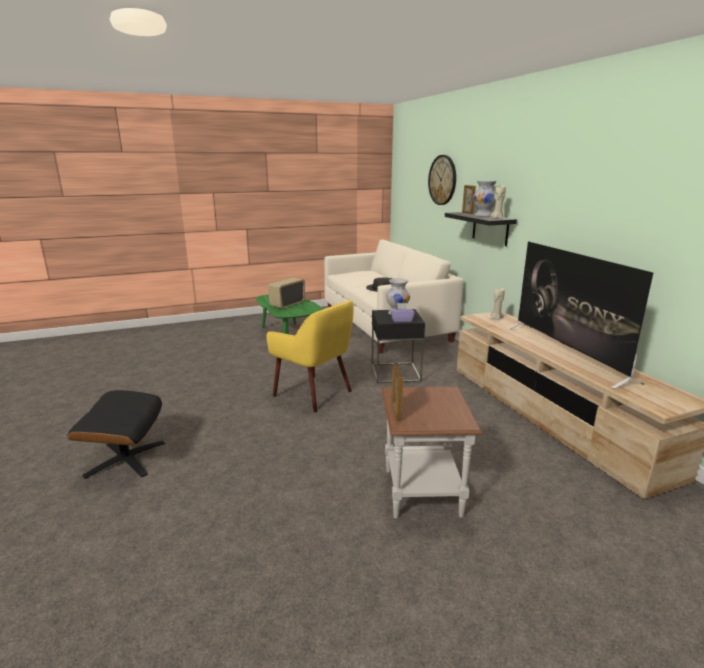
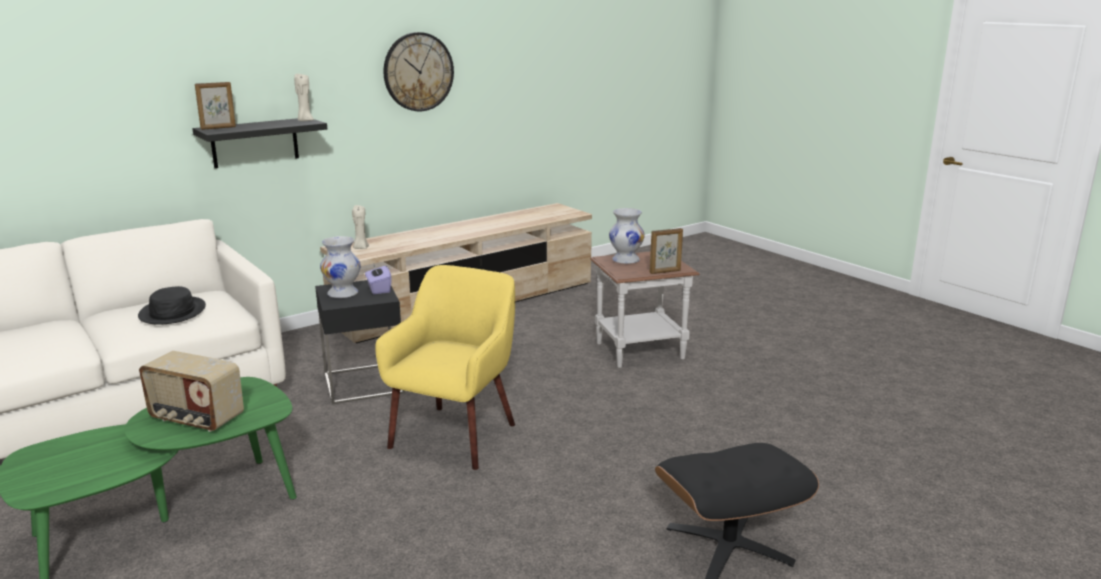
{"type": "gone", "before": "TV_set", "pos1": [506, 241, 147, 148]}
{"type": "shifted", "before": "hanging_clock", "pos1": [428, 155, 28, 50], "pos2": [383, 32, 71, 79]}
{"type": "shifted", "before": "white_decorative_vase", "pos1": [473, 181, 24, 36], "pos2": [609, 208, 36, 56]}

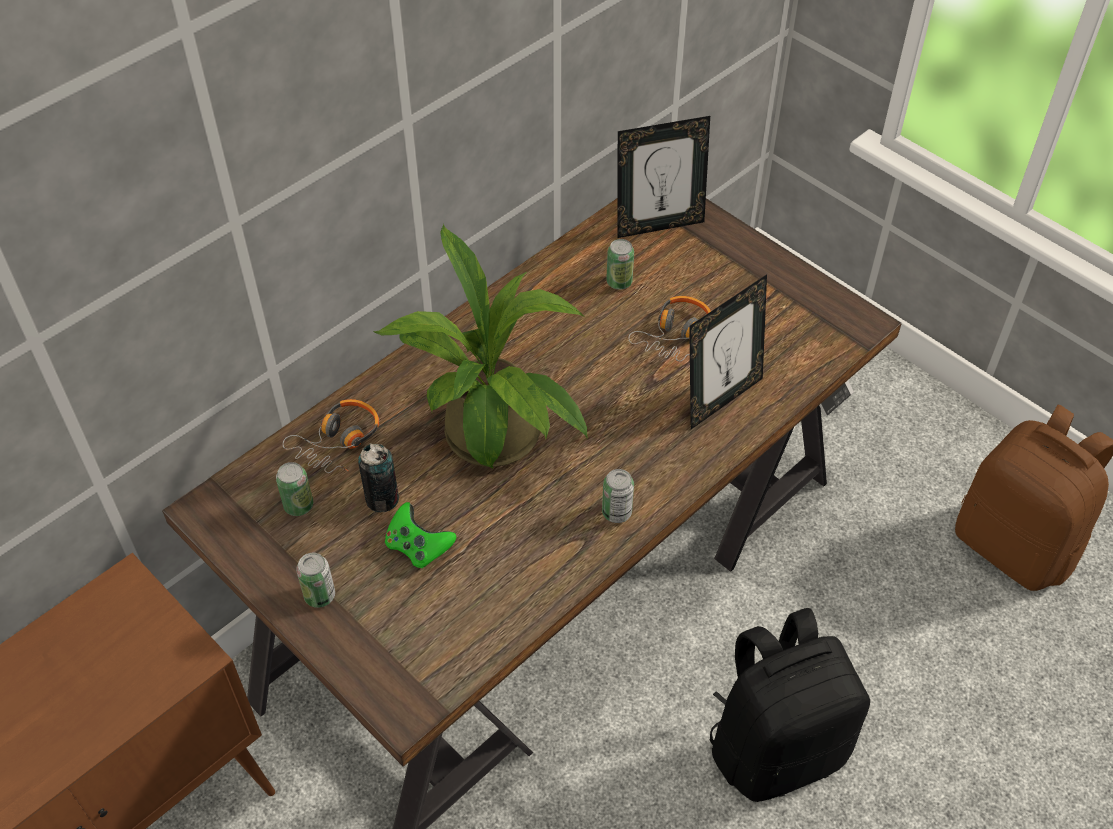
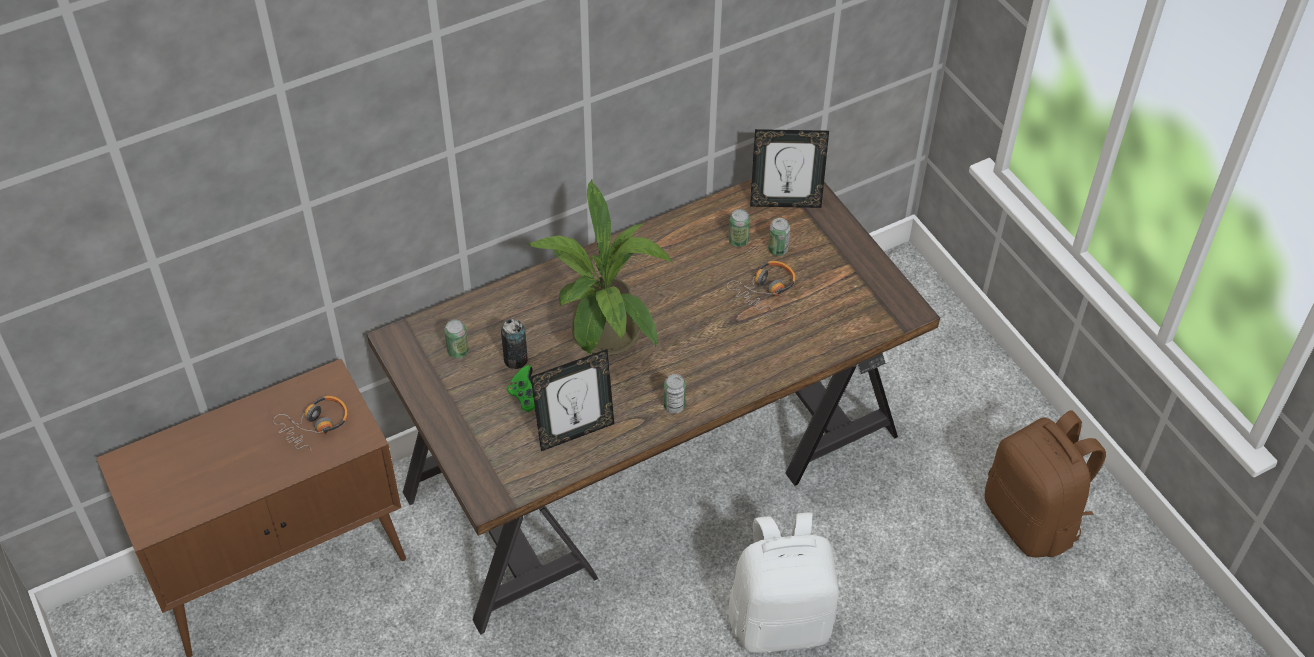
{"type": "shifted", "before": "pair_of_headphones", "pos1": [282, 399, 97, 74], "pos2": [273, 396, 75, 55]}
{"type": "shifted", "before": "can", "pos1": [296, 553, 39, 55], "pos2": [768, 218, 22, 38]}
{"type": "shifted", "before": "photo_frame", "pos1": [689, 275, 78, 154], "pos2": [531, 349, 83, 102]}
{"type": "repainted", "before": "blackish_backpack", "after": "white_backpack", "pos1": [709, 608, 161, 194], "pos2": [728, 512, 111, 141]}

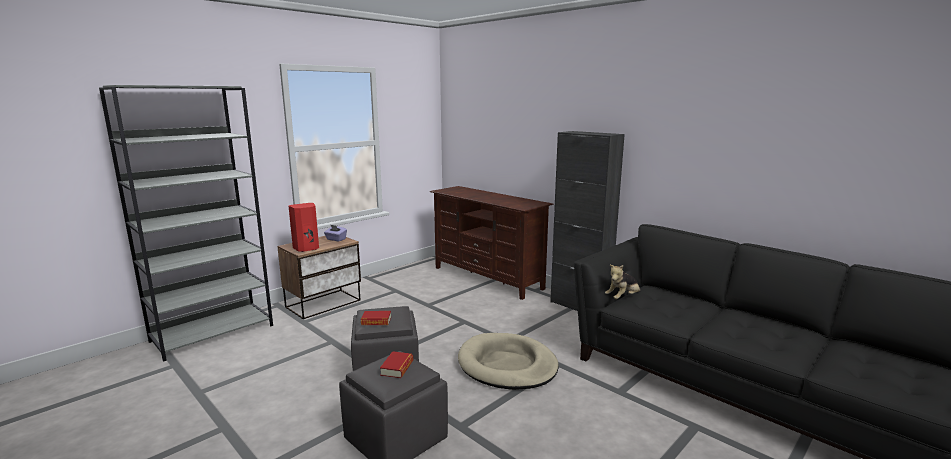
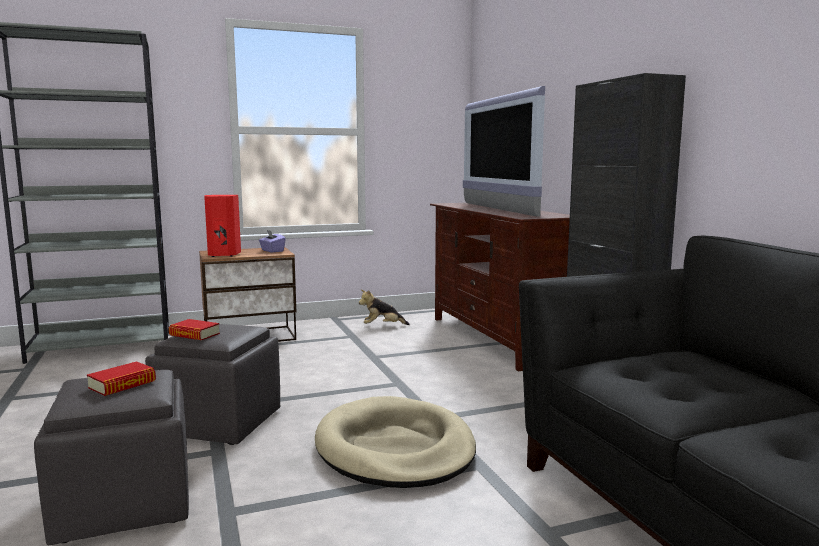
{"type": "new", "after": "TV_set", "pos2": [463, 86, 82, 131]}
{"type": "shifted", "before": "plush_toy", "pos1": [605, 265, 36, 34], "pos2": [359, 290, 51, 35]}

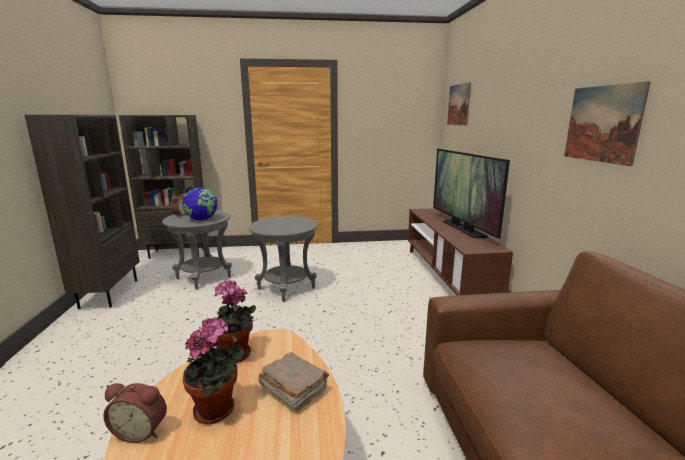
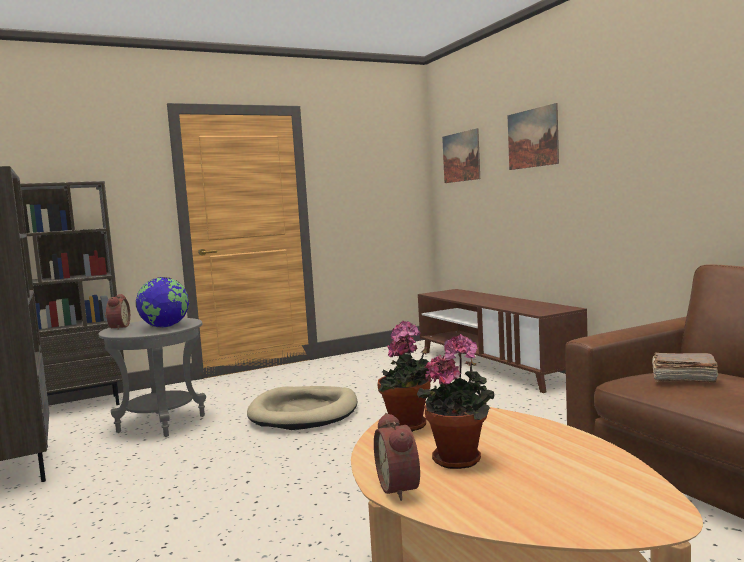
{"type": "gone", "before": "TV_set", "pos1": [433, 149, 77, 90]}
{"type": "shifted", "before": "brownish_bound_book", "pos1": [258, 352, 71, 58], "pos2": [652, 353, 66, 29]}
{"type": "shifted", "before": "picture", "pos1": [564, 81, 87, 85], "pos2": [507, 103, 52, 67]}
{"type": "swapped", "before": "greyish_accent_table", "after": "beige_dog_cushion", "pos1": [249, 216, 69, 86], "pos2": [247, 386, 110, 44]}
{"type": "rotated", "before": "alarm_clock", "pos1": [103, 383, 64, 60], "pos2": [374, 413, 46, 88], "turn": 90}

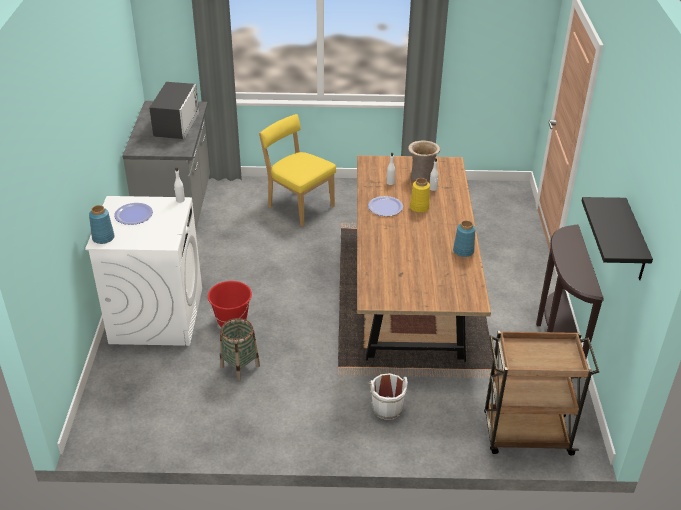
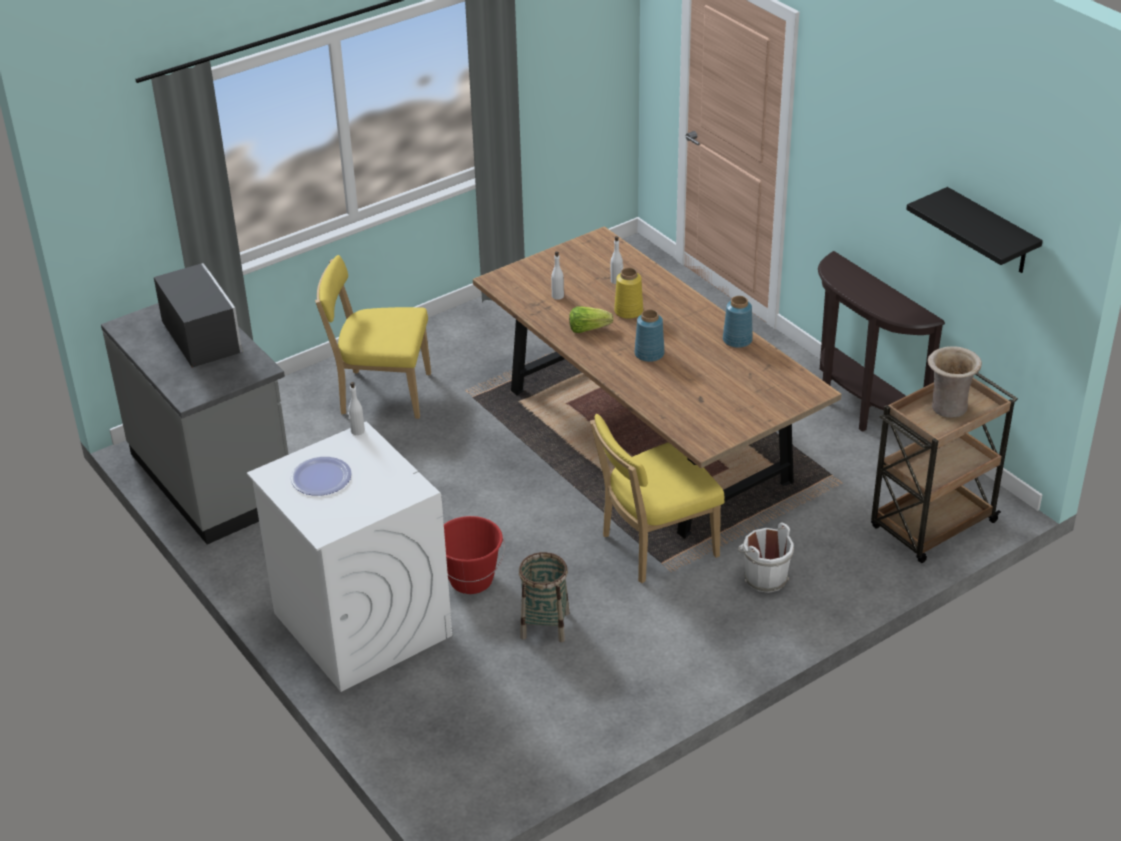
{"type": "new", "after": "yellow-coloured_plain_chair", "pos2": [590, 414, 135, 169]}
{"type": "shifted", "before": "blue-coloured_decorative_vase", "pos1": [89, 205, 26, 39], "pos2": [634, 309, 30, 53]}
{"type": "shifted", "before": "beige_decorative_vase", "pos1": [408, 141, 32, 41], "pos2": [928, 346, 54, 72]}
{"type": "swapped", "before": "dinner_plate", "after": "lettuce_head", "pos1": [368, 196, 35, 20], "pos2": [569, 306, 44, 27]}

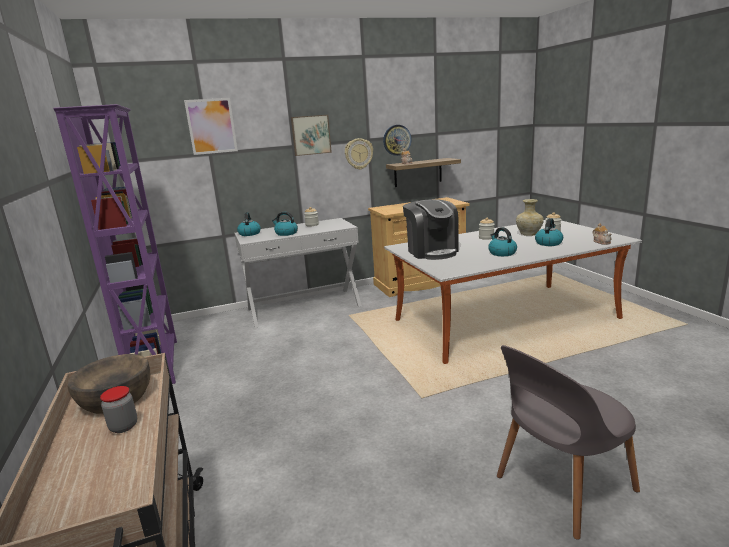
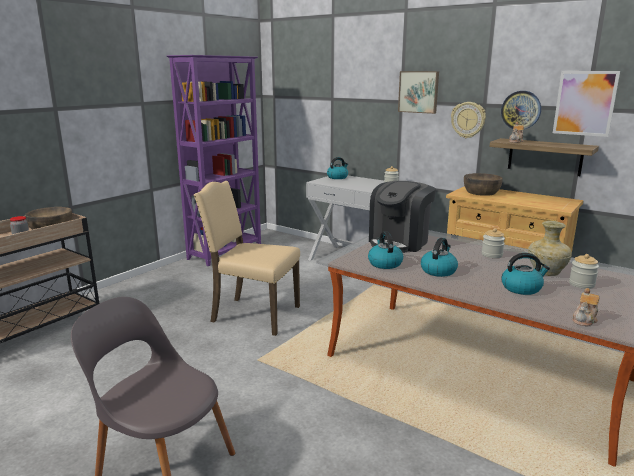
{"type": "new", "after": "beige_plain_chair", "pos2": [194, 181, 106, 155]}
{"type": "new", "after": "brownish_serving_bowl", "pos2": [464, 173, 39, 23]}
{"type": "shifted", "before": "picture", "pos1": [184, 98, 54, 57], "pos2": [553, 71, 67, 66]}
{"type": "shifted", "before": "water_kettle", "pos1": [272, 212, 26, 24], "pos2": [368, 231, 35, 38]}

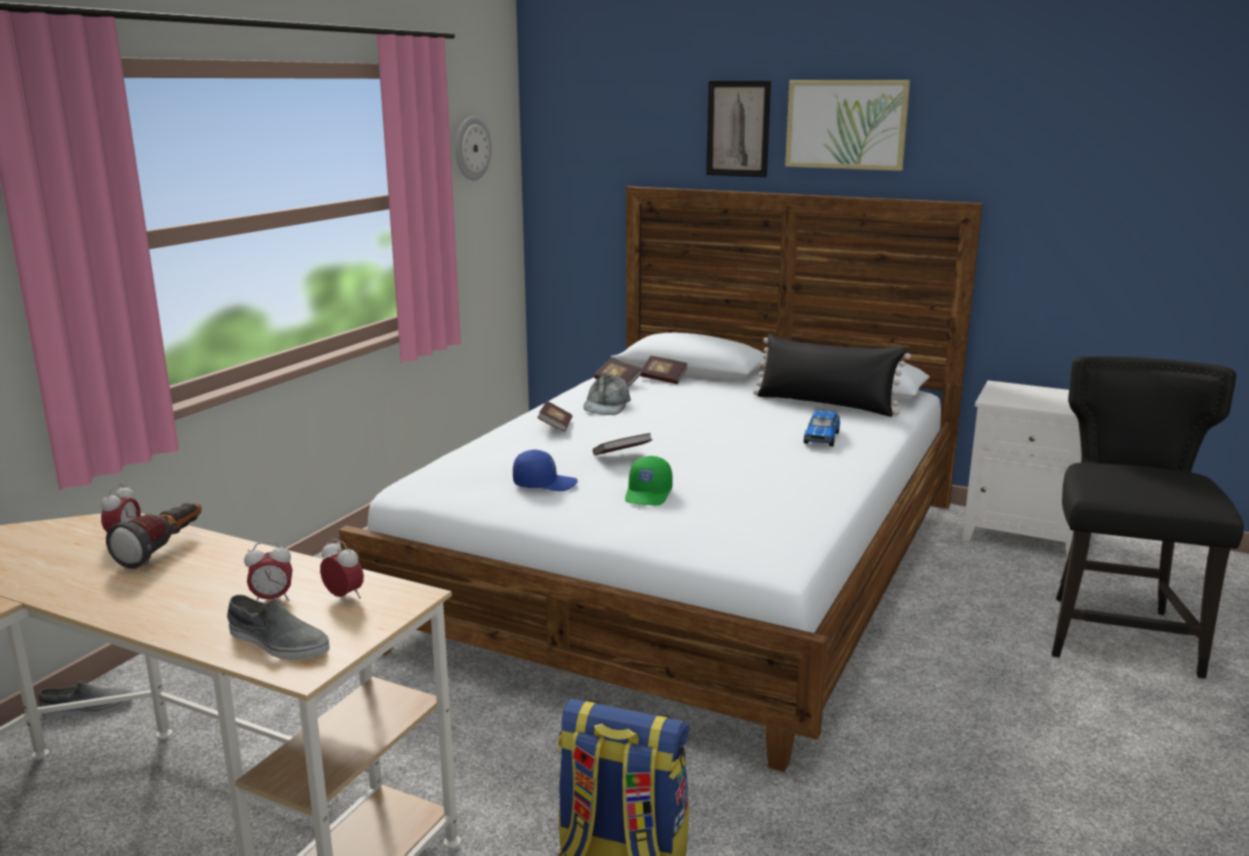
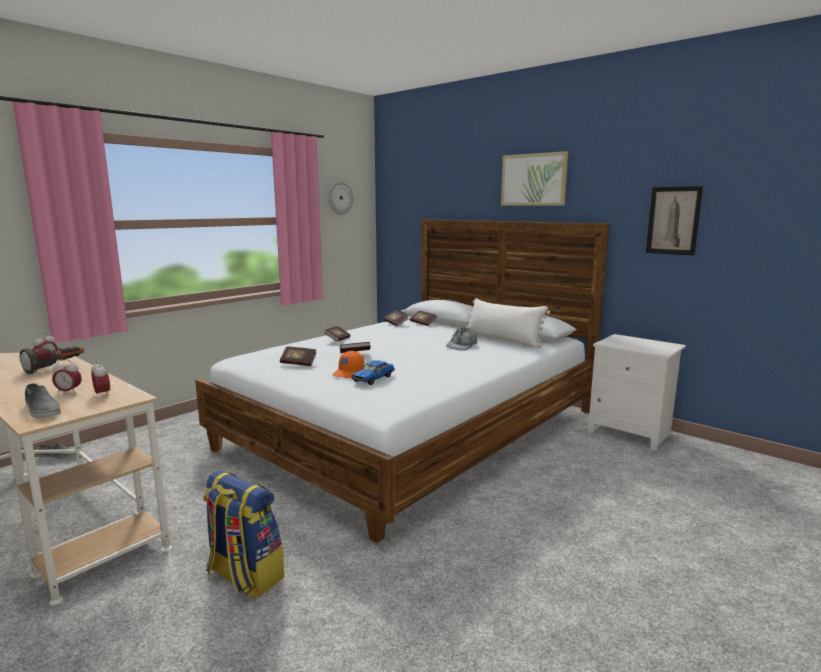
{"type": "gone", "before": "blackish_plain_chair", "pos1": [1052, 356, 192, 323]}
{"type": "shifted", "before": "greyish_baseball_cap", "pos1": [583, 375, 48, 40], "pos2": [446, 327, 31, 24]}
{"type": "shifted", "before": "picture", "pos1": [706, 81, 65, 96], "pos2": [646, 186, 57, 69]}
{"type": "shifted", "before": "model_car", "pos1": [804, 410, 36, 36], "pos2": [351, 360, 44, 25]}
{"type": "swapped", "before": "blue-coloured_baseball_cap", "after": "bound_book", "pos1": [513, 450, 65, 41], "pos2": [280, 346, 37, 20]}
{"type": "repainted", "before": "green-coloured_baseball_cap", "after": "orange-coloured_baseball_cap", "pos1": [625, 456, 48, 49], "pos2": [332, 351, 32, 27]}
{"type": "repainted", "before": "blackish_pillow", "after": "white_pillow", "pos1": [753, 334, 158, 83], "pos2": [467, 298, 83, 50]}

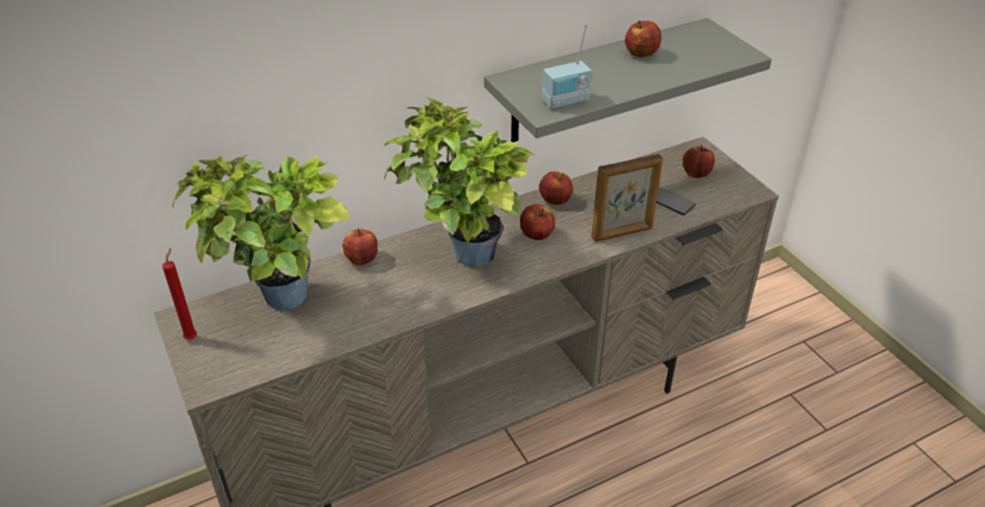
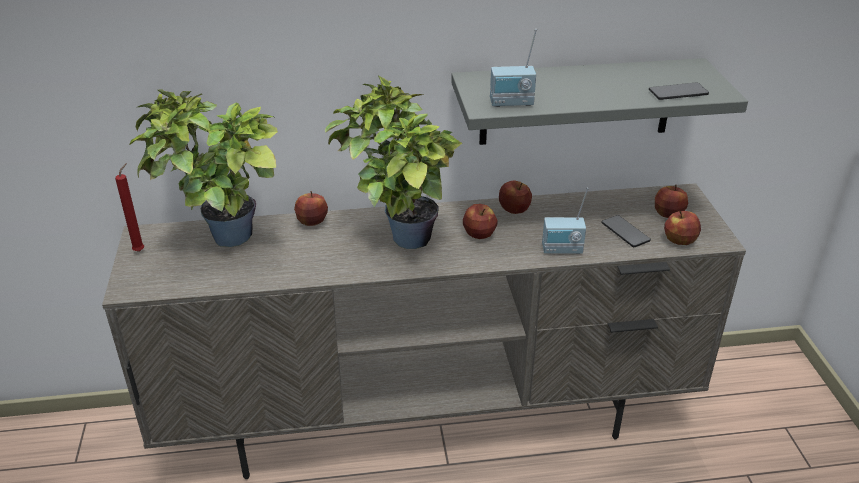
{"type": "new", "after": "telephone", "pos2": [649, 82, 60, 18]}
{"type": "shifted", "before": "apple", "pos1": [625, 21, 36, 36], "pos2": [664, 211, 37, 34]}
{"type": "swapped", "before": "photo_frame", "after": "radio_set", "pos1": [591, 154, 72, 88], "pos2": [542, 187, 47, 67]}

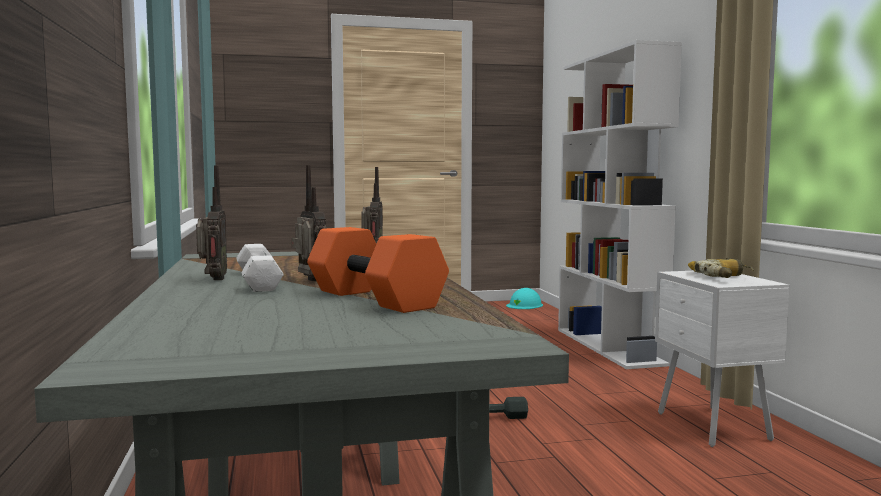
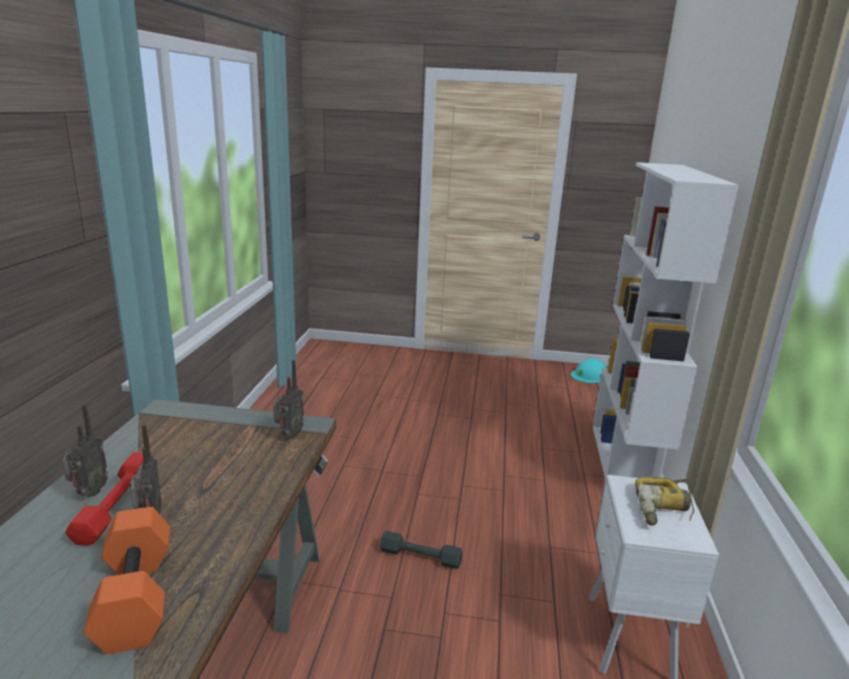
{"type": "repainted", "before": "white_free_weight", "after": "red-coloured_free_weight", "pos1": [236, 244, 48, 48], "pos2": [65, 452, 79, 93]}

